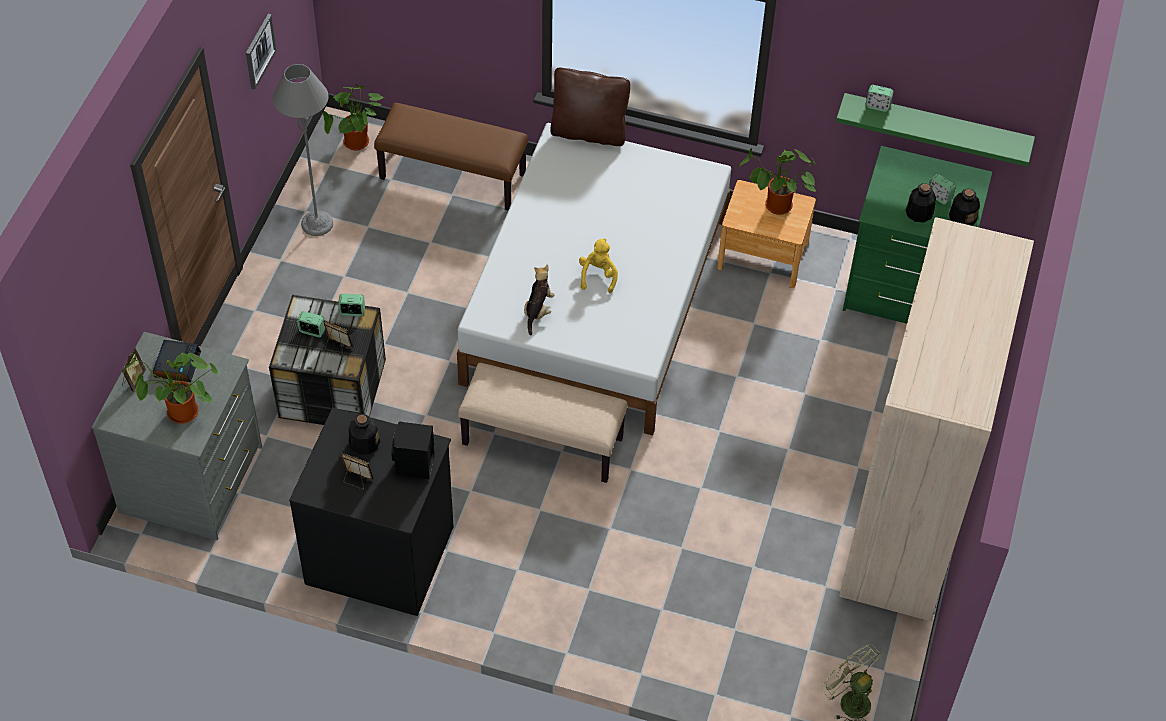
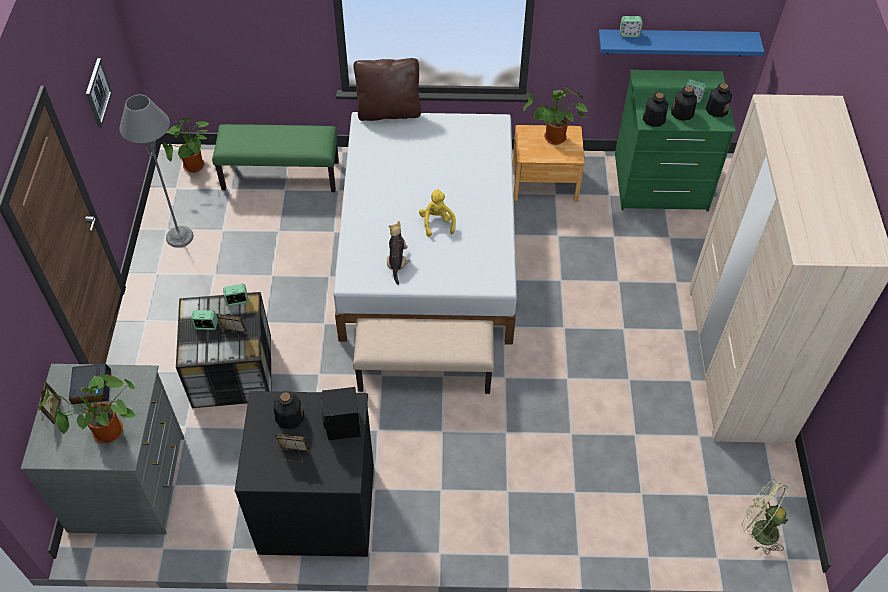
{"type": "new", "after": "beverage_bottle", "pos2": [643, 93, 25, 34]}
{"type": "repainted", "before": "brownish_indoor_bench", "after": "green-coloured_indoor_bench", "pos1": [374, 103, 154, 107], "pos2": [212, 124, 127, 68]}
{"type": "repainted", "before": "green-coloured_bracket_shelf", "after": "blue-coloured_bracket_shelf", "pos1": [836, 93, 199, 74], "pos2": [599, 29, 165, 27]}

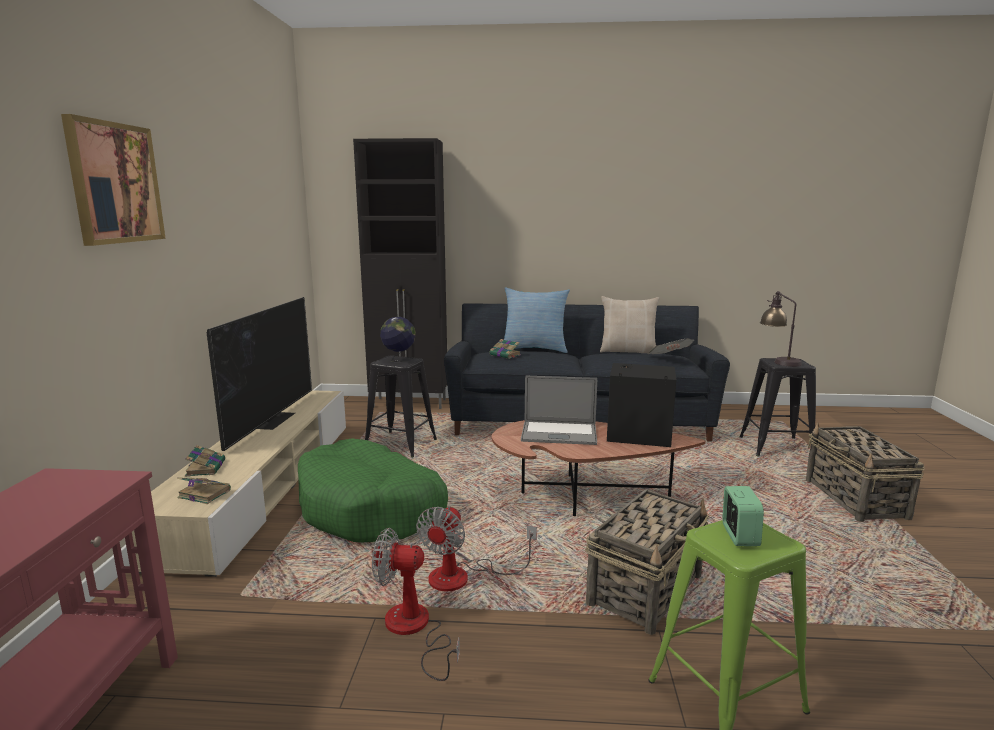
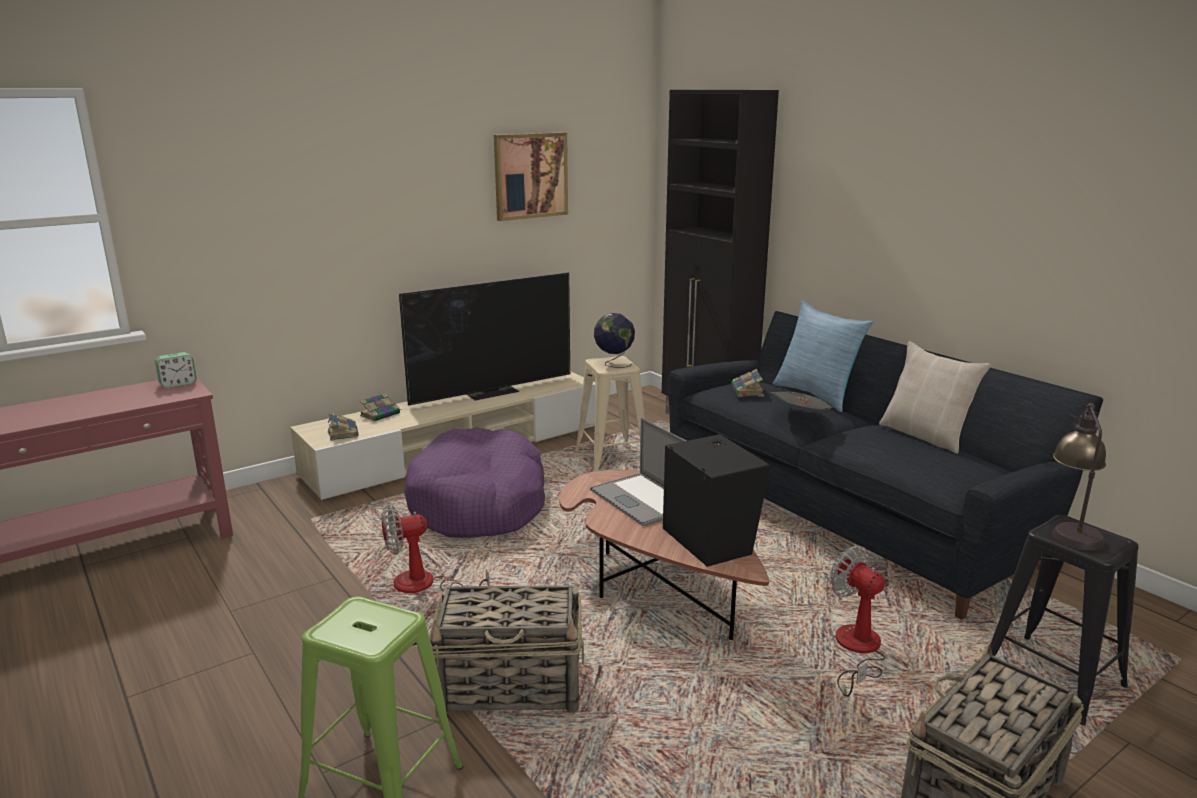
{"type": "shifted", "before": "picture", "pos1": [61, 114, 105, 132], "pos2": [494, 132, 74, 89]}
{"type": "shifted", "before": "fan", "pos1": [372, 528, 88, 153], "pos2": [830, 546, 55, 151]}
{"type": "shifted", "before": "daily_paper", "pos1": [648, 338, 46, 16], "pos2": [771, 392, 61, 18]}
{"type": "shifted", "before": "alarm_clock", "pos1": [722, 486, 42, 60], "pos2": [155, 352, 42, 36]}
{"type": "repainted", "before": "green-coloured_dog_cushion", "after": "purplish_dog_cushion", "pos1": [298, 439, 150, 103], "pos2": [404, 428, 141, 110]}
{"type": "repainted", "before": "blackish_stool", "after": "beige_stool", "pos1": [365, 355, 72, 103], "pos2": [575, 356, 70, 115]}

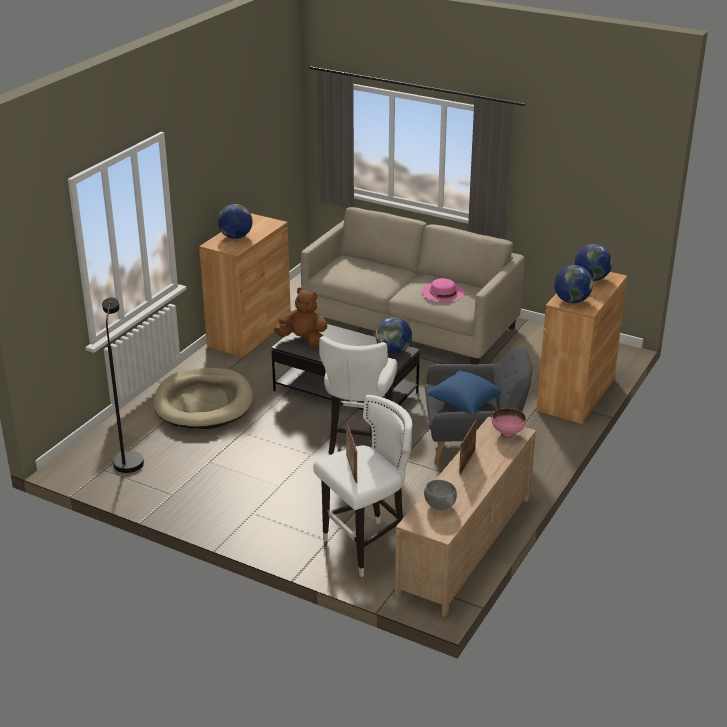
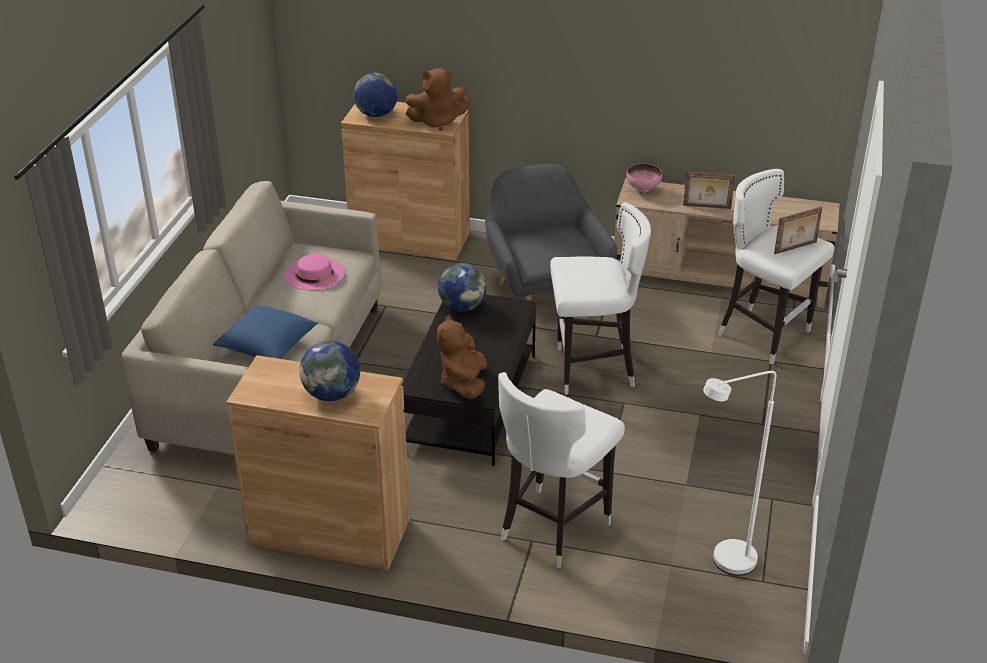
{"type": "gone", "before": "greyish_serving_bowl", "pos1": [424, 480, 33, 30]}
{"type": "shifted", "before": "blue-coloured_pillow", "pos1": [426, 370, 75, 45], "pos2": [213, 305, 105, 54]}
{"type": "swapped", "before": "beige_dog_cushion", "after": "white_stool", "pos1": [153, 368, 100, 61], "pos2": [498, 372, 127, 196]}
{"type": "swapped", "before": "world_globe", "after": "brownish_plush_toy", "pos1": [554, 265, 39, 38], "pos2": [406, 68, 65, 63]}
{"type": "repainted", "before": "blackish_floor_lamp", "after": "white_floor_lamp", "pos1": [102, 298, 42, 175], "pos2": [703, 371, 73, 205]}

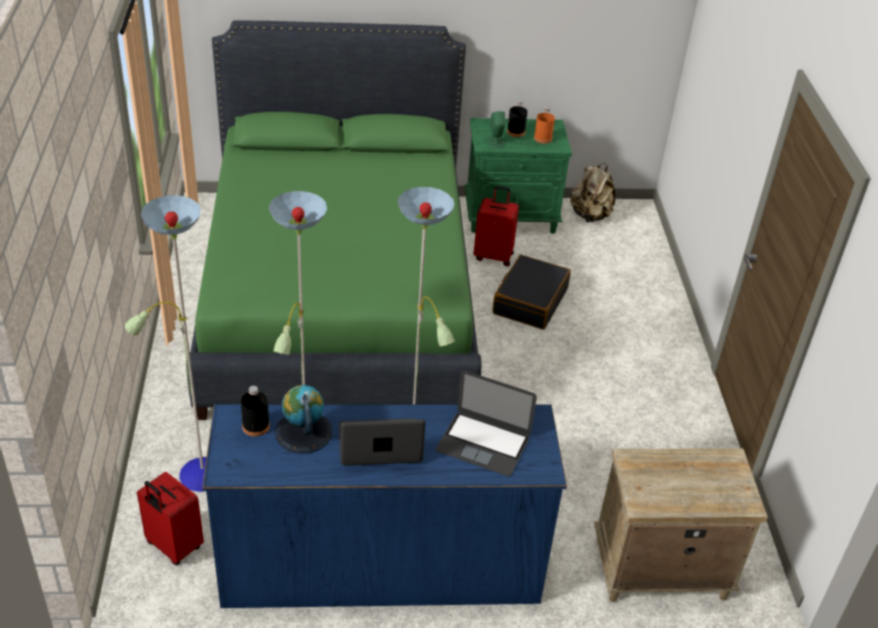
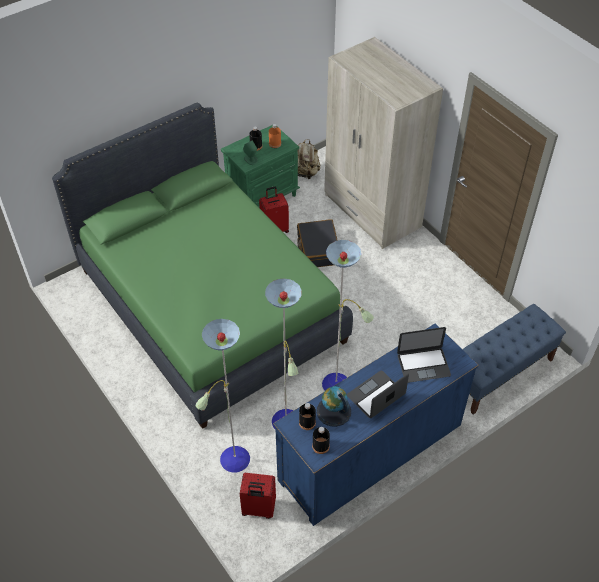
{"type": "new", "after": "blackish_beverage_bottle", "pos2": [312, 427, 18, 27]}
{"type": "new", "after": "beige_armoire", "pos2": [324, 37, 119, 212]}
{"type": "swapped", "before": "beige_bedside_table", "after": "blue-coloured_indoor_bench", "pos1": [594, 448, 174, 154], "pos2": [463, 304, 103, 111]}

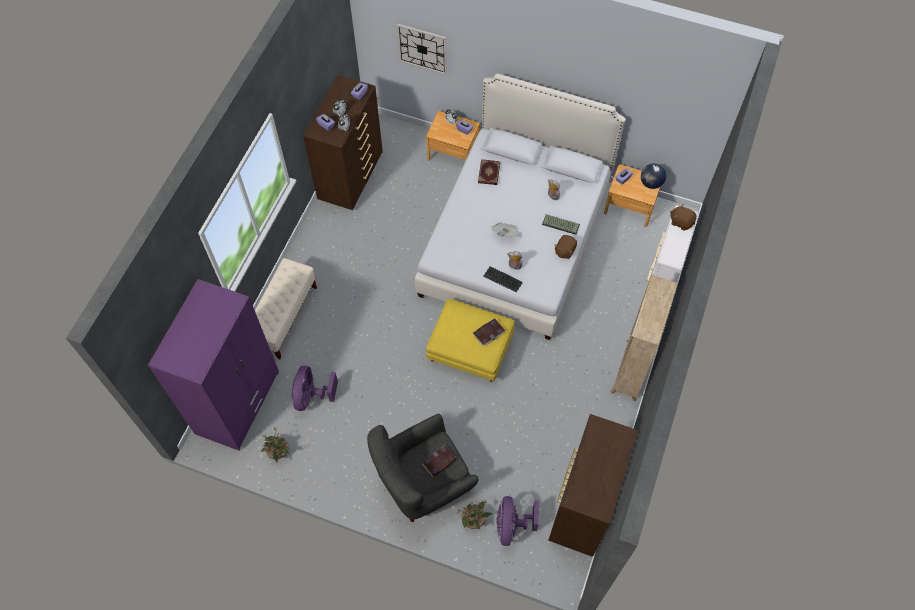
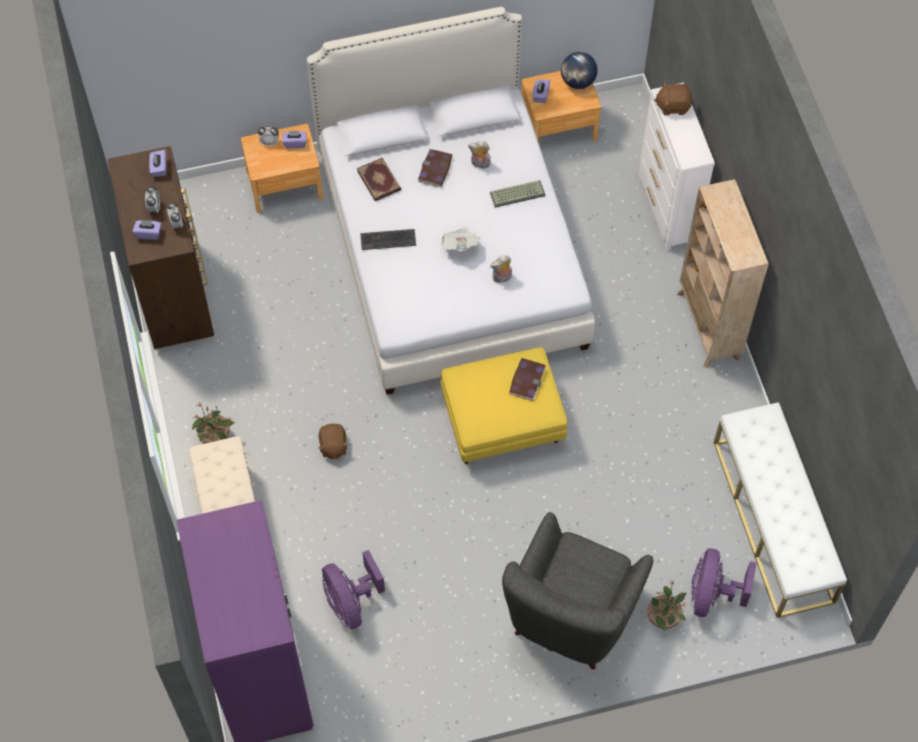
{"type": "gone", "before": "hanging_clock", "pos1": [397, 24, 50, 51]}
{"type": "shifted", "before": "potted_plant", "pos1": [261, 428, 29, 34], "pos2": [192, 402, 43, 41]}
{"type": "shifted", "before": "bound_book", "pos1": [422, 445, 35, 32], "pos2": [418, 149, 34, 39]}
{"type": "shifted", "before": "PC_keyboard", "pos1": [484, 266, 39, 26], "pos2": [360, 229, 56, 21]}
{"type": "shifted", "before": "brownish_plush_toy", "pos1": [555, 235, 22, 24], "pos2": [319, 424, 29, 36]}
{"type": "swapped", "before": "brownish_chest_of_drawers", "after": "white_indoor_bench", "pos1": [548, 414, 90, 143], "pos2": [714, 402, 133, 216]}
{"type": "rotated", "before": "purplish_fan", "pos1": [496, 496, 43, 50], "pos2": [691, 548, 66, 69], "turn": 45}

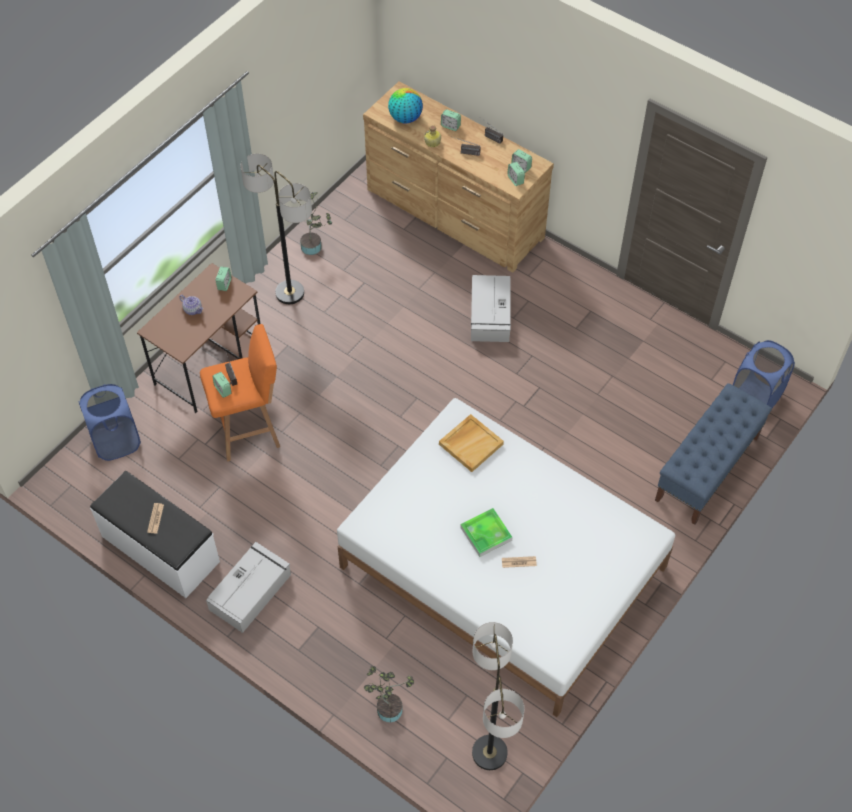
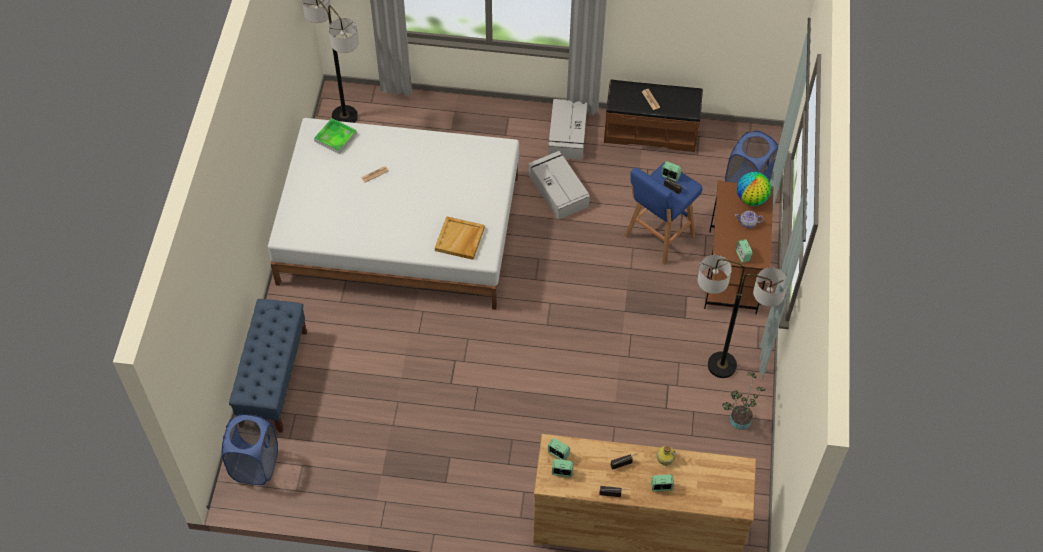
{"type": "gone", "before": "potted_plant", "pos1": [364, 666, 50, 56]}
{"type": "shifted", "before": "world_globe", "pos1": [388, 88, 35, 36], "pos2": [737, 172, 34, 34]}
{"type": "shifted", "before": "carrying_tray", "pos1": [460, 508, 53, 49], "pos2": [314, 118, 43, 36]}
{"type": "shifted", "before": "greyish_storage_container", "pos1": [471, 275, 40, 67], "pos2": [529, 151, 61, 69]}
{"type": "repainted", "before": "white_indoor_bench", "after": "brownish_indoor_bench", "pos1": [90, 471, 130, 127], "pos2": [604, 80, 99, 72]}
{"type": "repainted", "before": "orange-coloured_stool", "after": "blue-coloured_stool", "pos1": [200, 324, 80, 138], "pos2": [625, 162, 78, 103]}

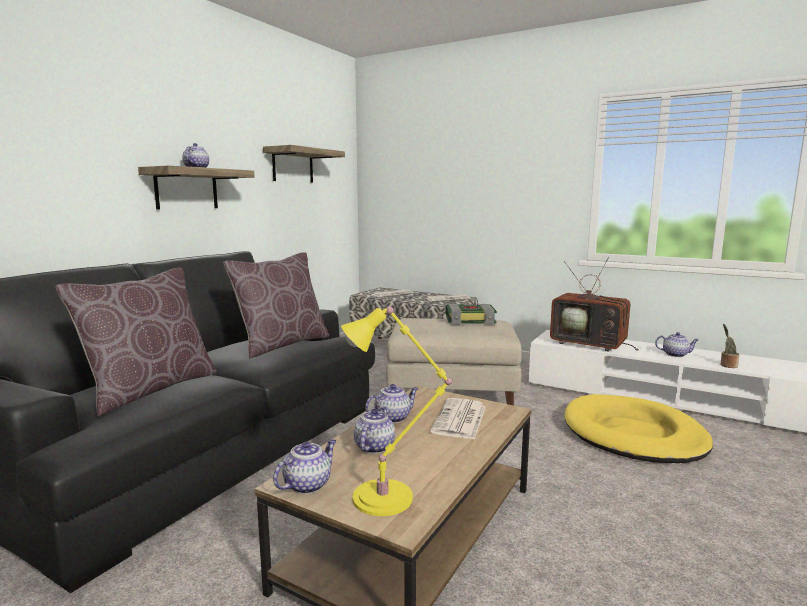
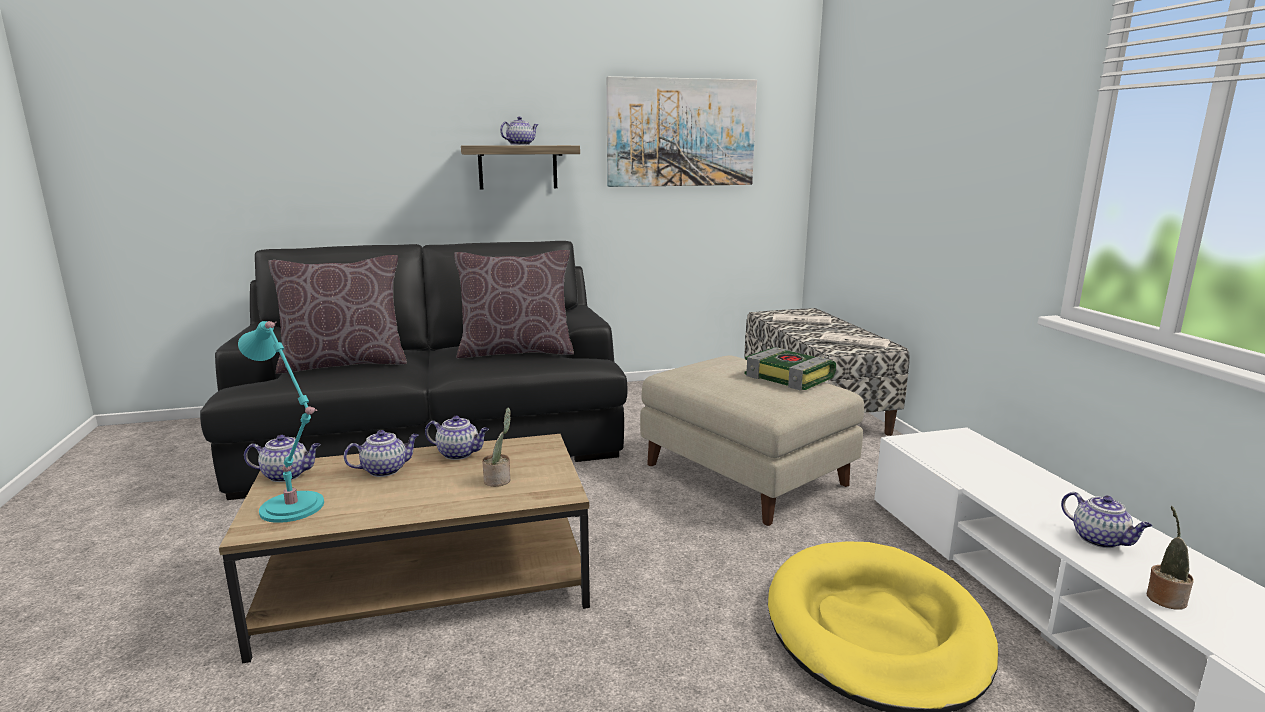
{"type": "gone", "before": "TV_set", "pos1": [550, 257, 89, 94]}
{"type": "swapped", "before": "bracket_shelf", "after": "picture", "pos1": [263, 145, 82, 37], "pos2": [606, 76, 151, 111]}
{"type": "swapped", "before": "daily_paper", "after": "potted_plant", "pos1": [430, 398, 56, 42], "pos2": [482, 408, 29, 79]}
{"type": "repainted", "before": "yellow-coloured_tabletop_lamp", "after": "turquoise_tabletop_lamp", "pos1": [341, 306, 112, 210], "pos2": [238, 321, 86, 202]}

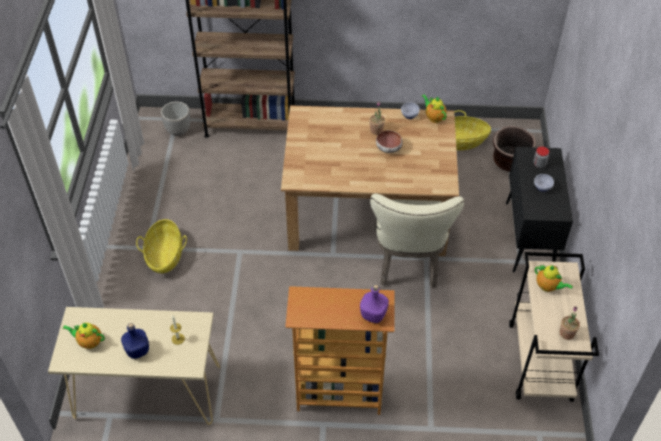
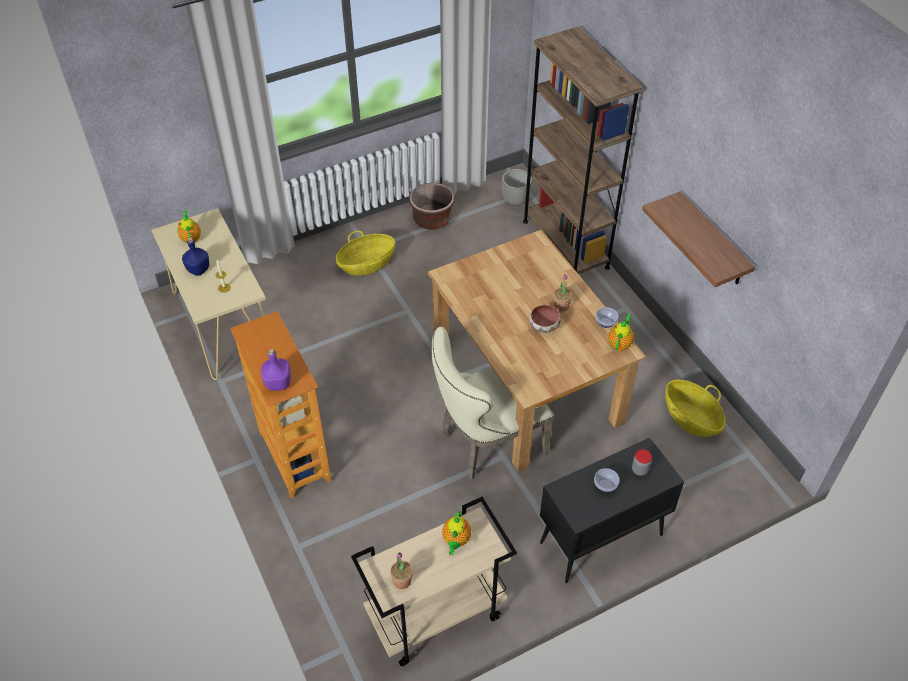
{"type": "new", "after": "bracket_shelf", "pos2": [642, 191, 113, 96]}
{"type": "shifted", "before": "brownish_flower_pot", "pos1": [493, 126, 43, 46], "pos2": [409, 183, 46, 47]}

